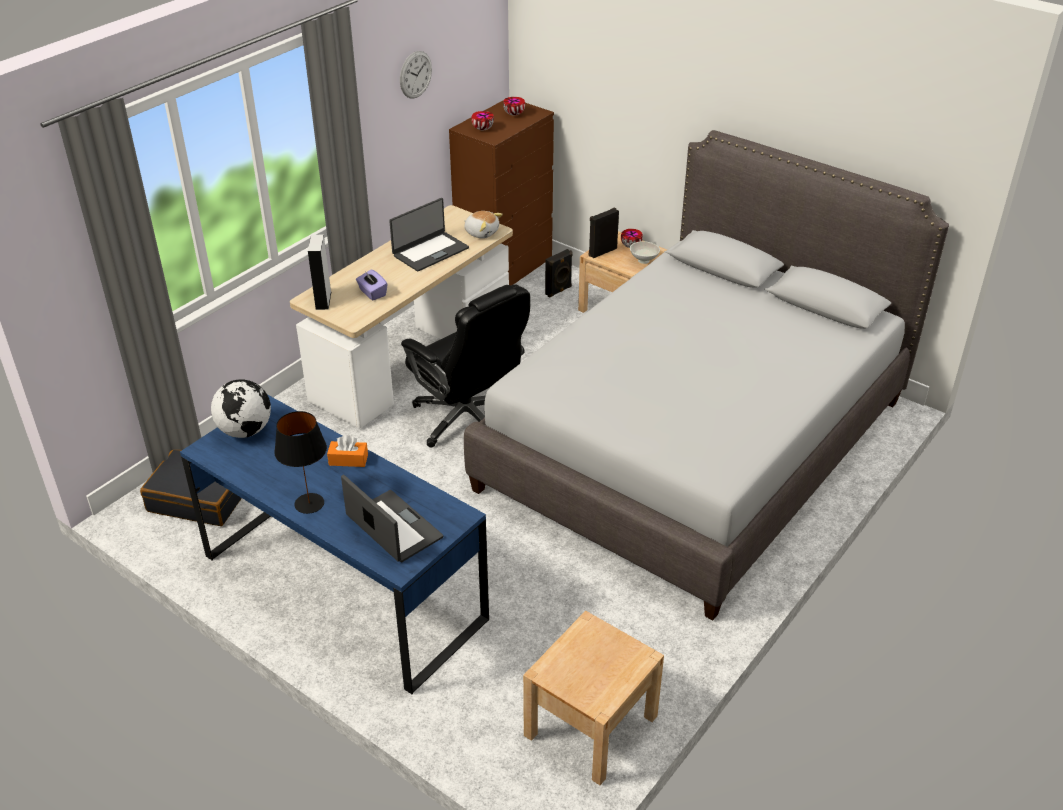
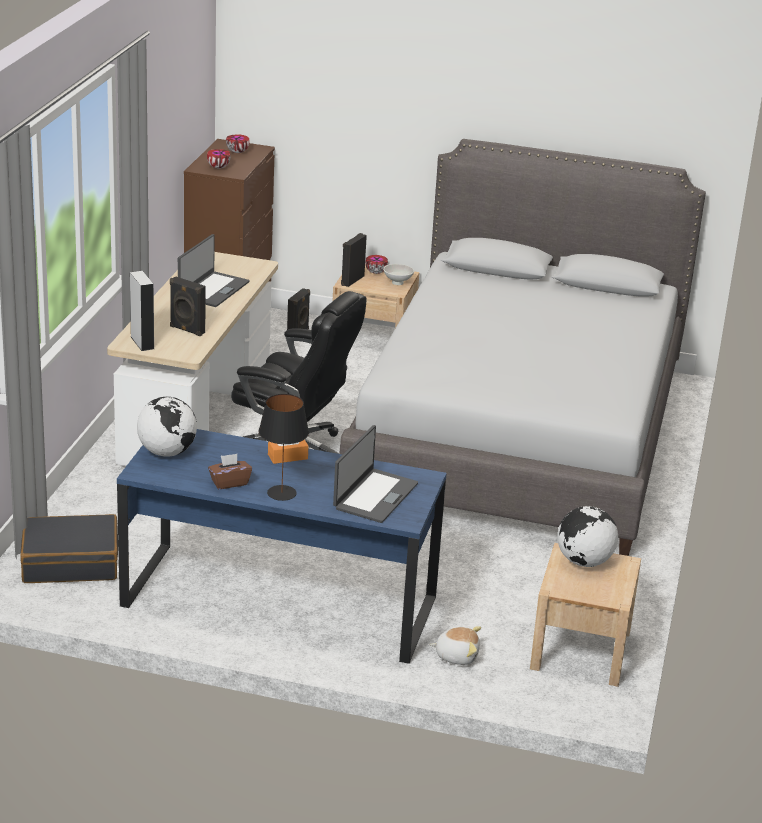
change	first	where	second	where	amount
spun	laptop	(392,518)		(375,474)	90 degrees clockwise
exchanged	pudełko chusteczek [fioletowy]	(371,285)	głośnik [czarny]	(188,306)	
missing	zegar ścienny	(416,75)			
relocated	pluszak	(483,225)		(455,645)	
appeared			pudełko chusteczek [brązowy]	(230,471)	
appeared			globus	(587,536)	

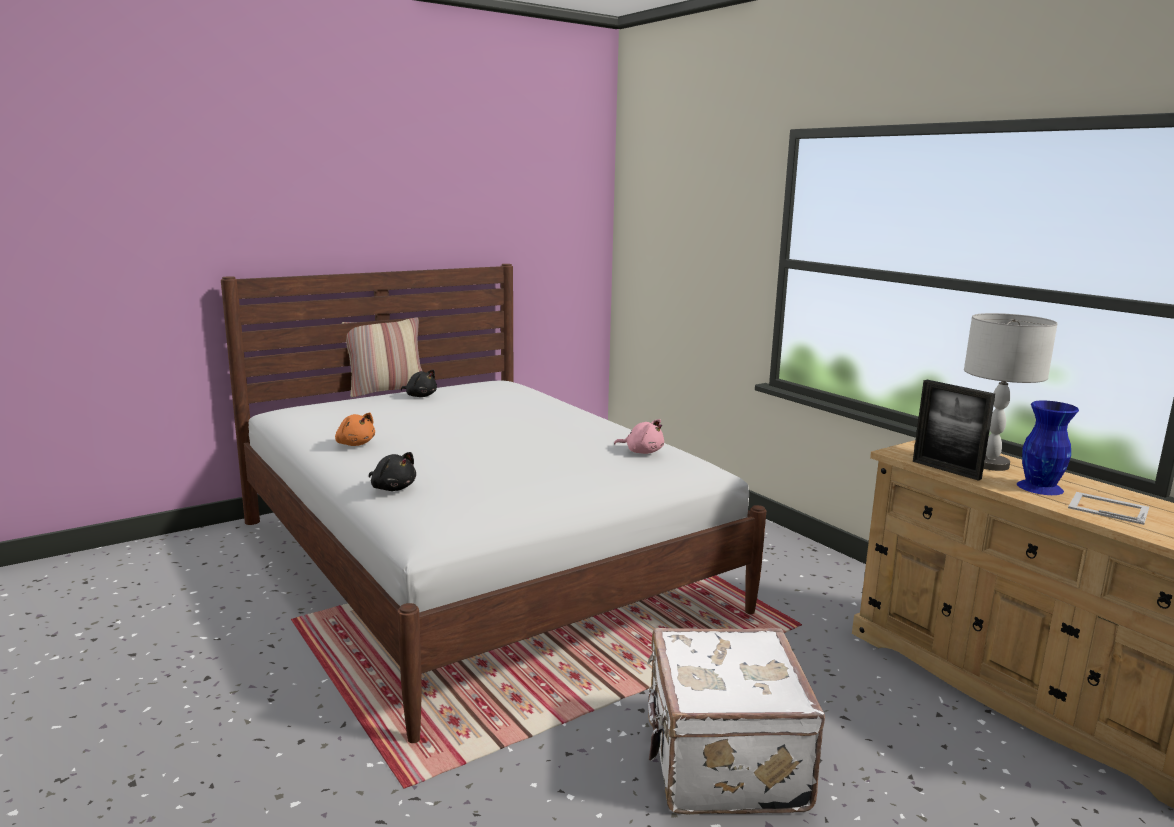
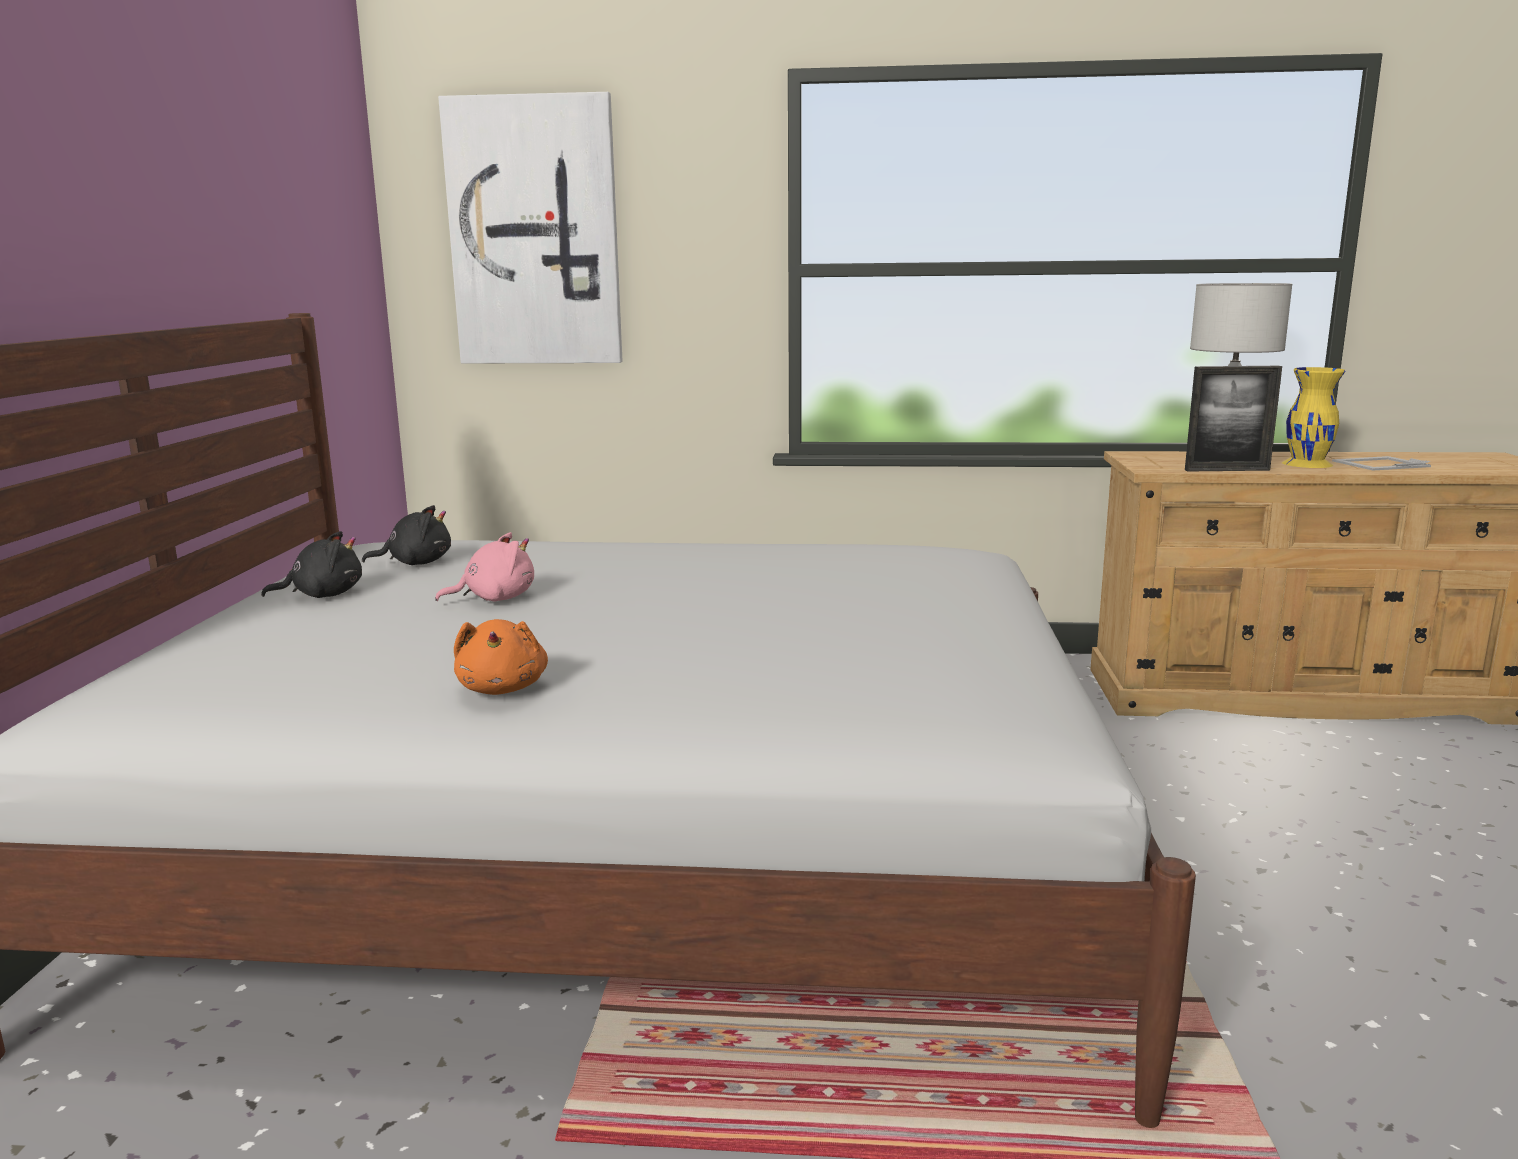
change	first	where	second	where	amount
spun	pluszak [pomarańczowy]	(355,429)		(501,657)	90 degrees clockwise
missing	poduszka	(381,357)			
relocated	pluszak [czarny]	(392,471)		(406,535)	
relocated	pluszak [różowy]	(639,436)		(484,567)	
missing	walizka [biały]	(736,721)			
colour	wazon [niebieski]	(1048,448)	wazon [żółty]	(1314,417)	
appeared			obraz	(530,228)	

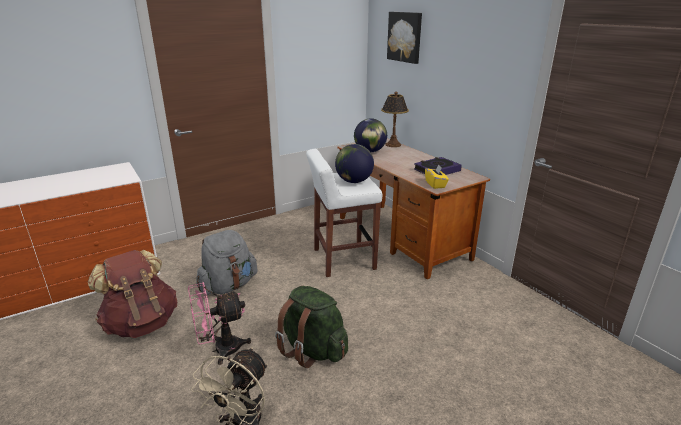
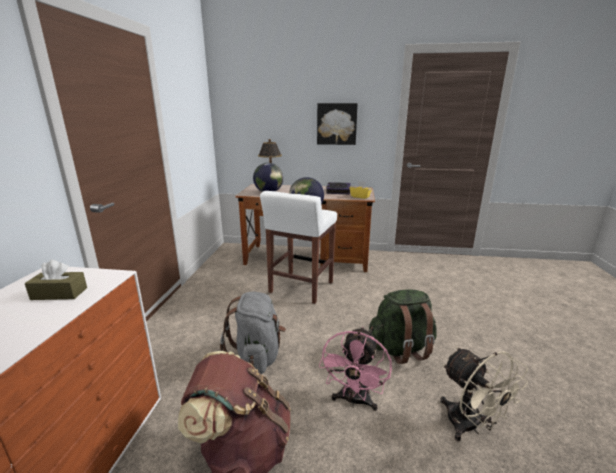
change	first	where	second	where	amount
relocated	obraz	(404,38)		(337,124)	
appeared			pudełko chusteczek [brązowy]	(56,280)	

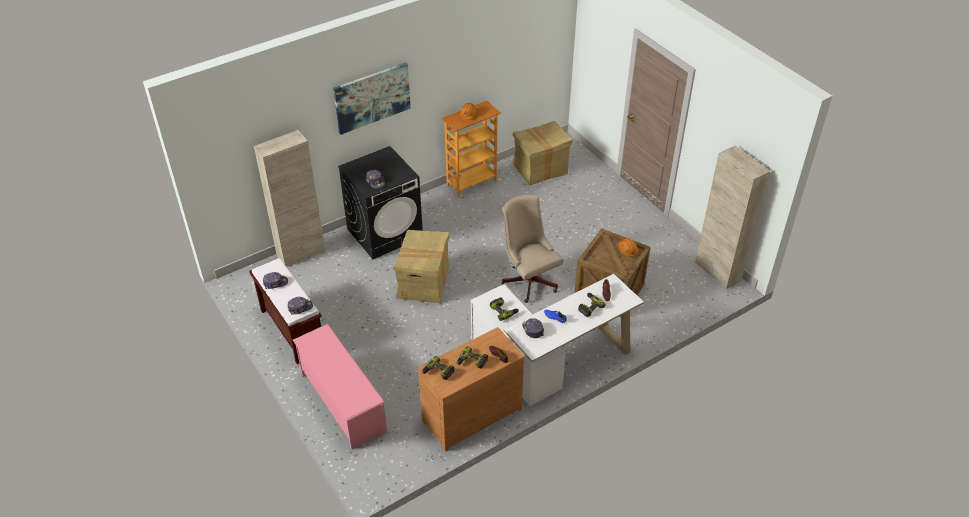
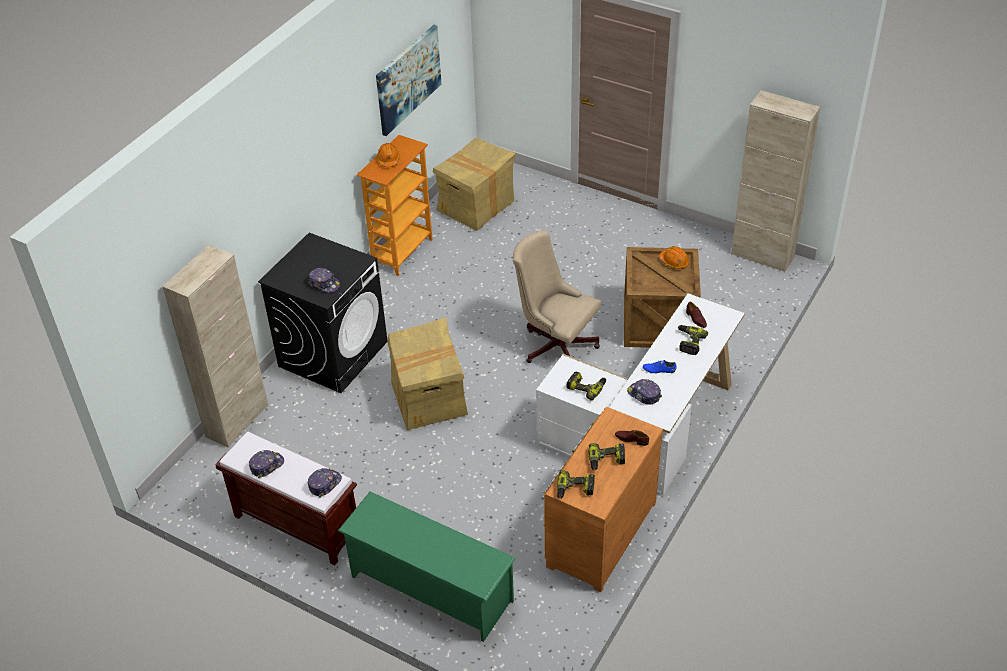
change	first	where	second	where	amount
colour	regał na buty [różowy]	(340,387)	regał na buty [zielony]	(427,567)	
relocated	obraz	(372,98)		(408,80)	

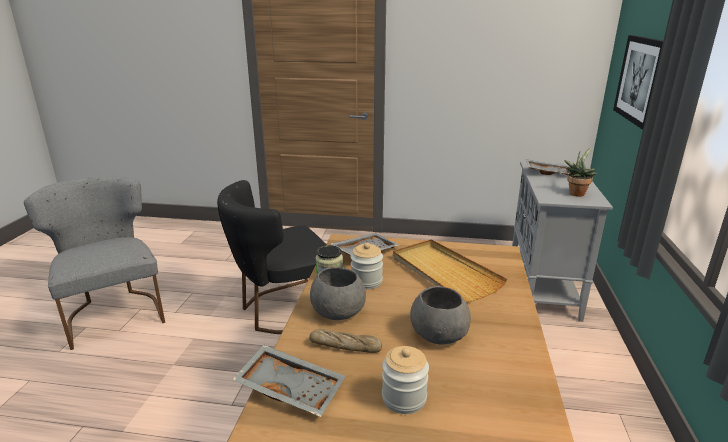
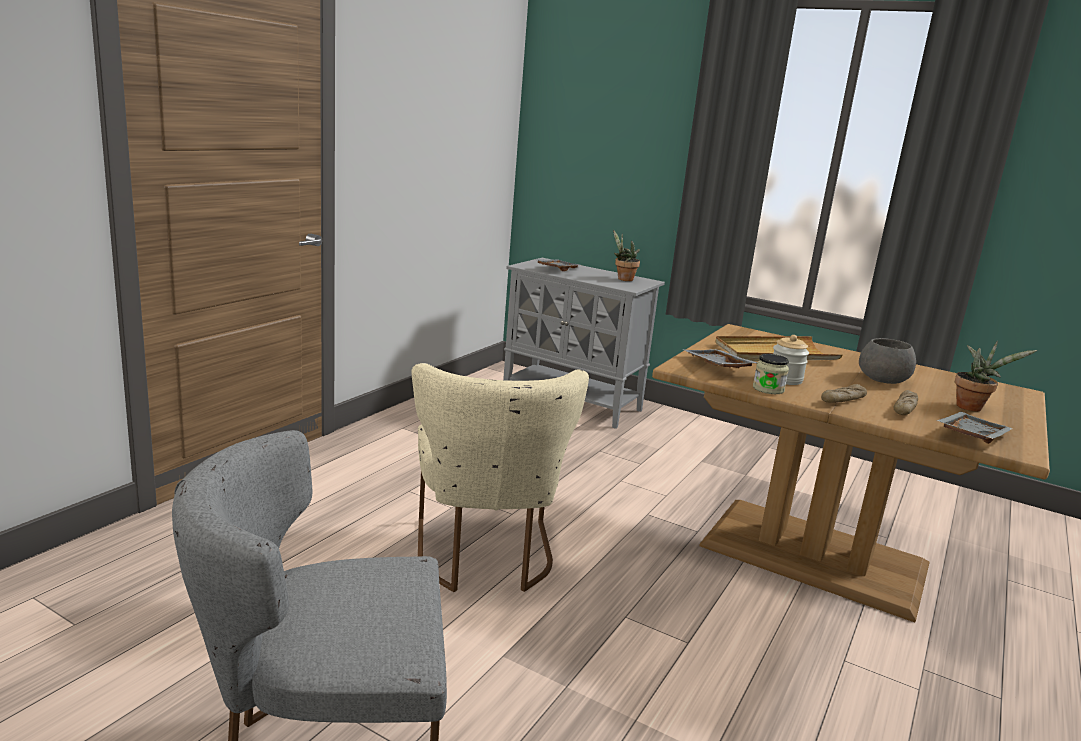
change	first	where	second	where	amount
colour	krzesło [czarny]	(271,257)	krzesło [beżowy]	(500,477)	
exchanged	miska [szary]	(338,293)	chleb	(844,393)	
exchanged	słoik	(405,380)	roślina doniczkowa	(996,376)	
missing	obraz	(638,82)			

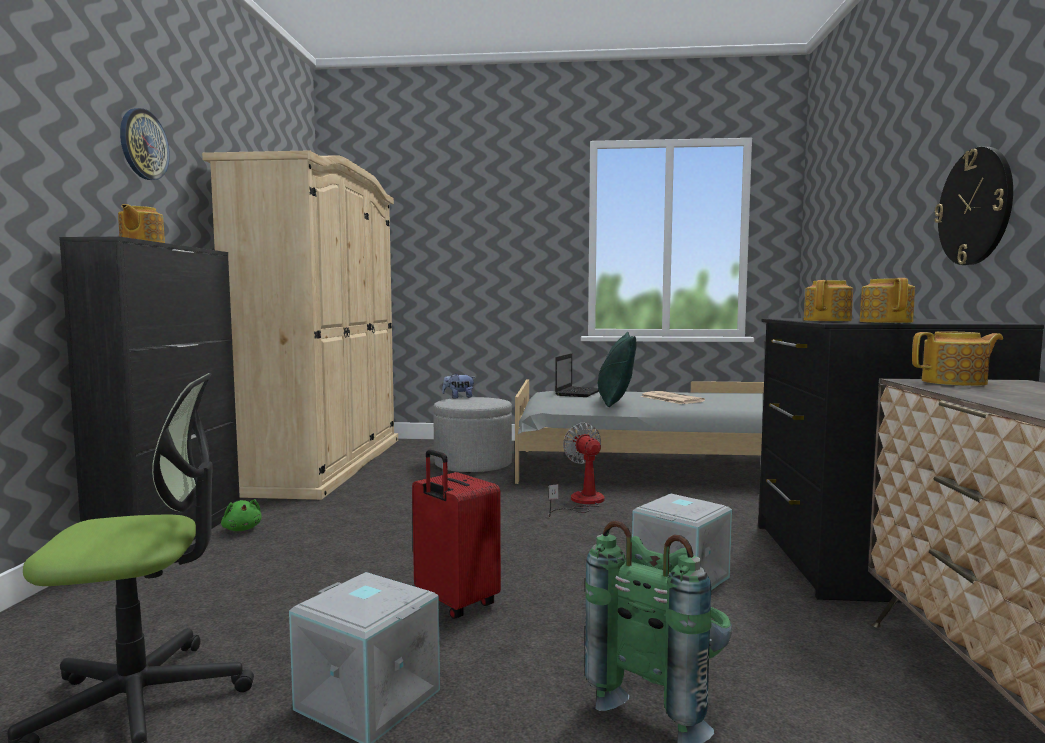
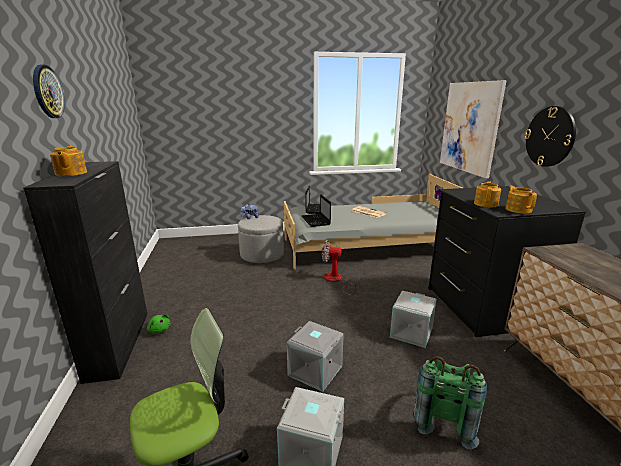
change	first	where	second	where	amount
missing	szafa [beżowy]	(300,325)			
exchanged	walizka [czerwony]	(456,534)	pojemnik do przechowywania [szary]	(315,356)	
spun	wentylator	(576,470)		(341,267)	45 degrees counterclockwise
missing	poduszka [zielony]	(617,369)			
missing	imbryk	(957,358)			
appeared			laptop	(316,210)	
appeared			obraz	(473,129)	

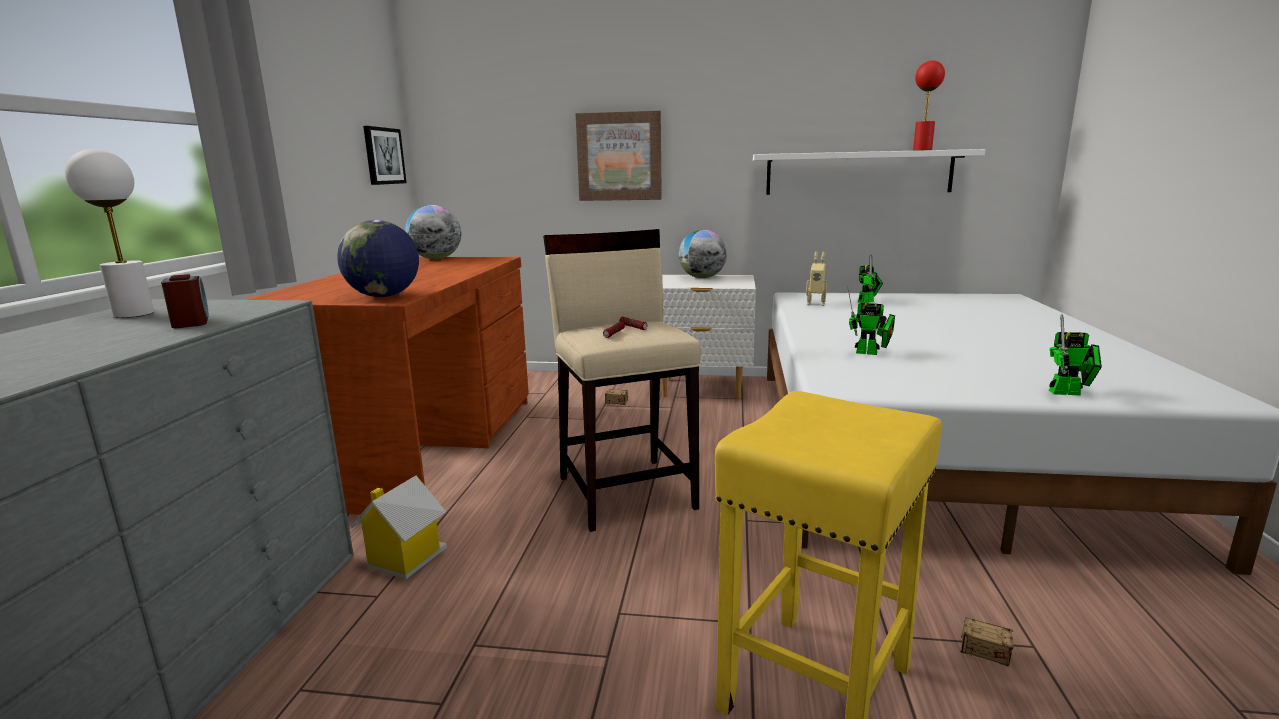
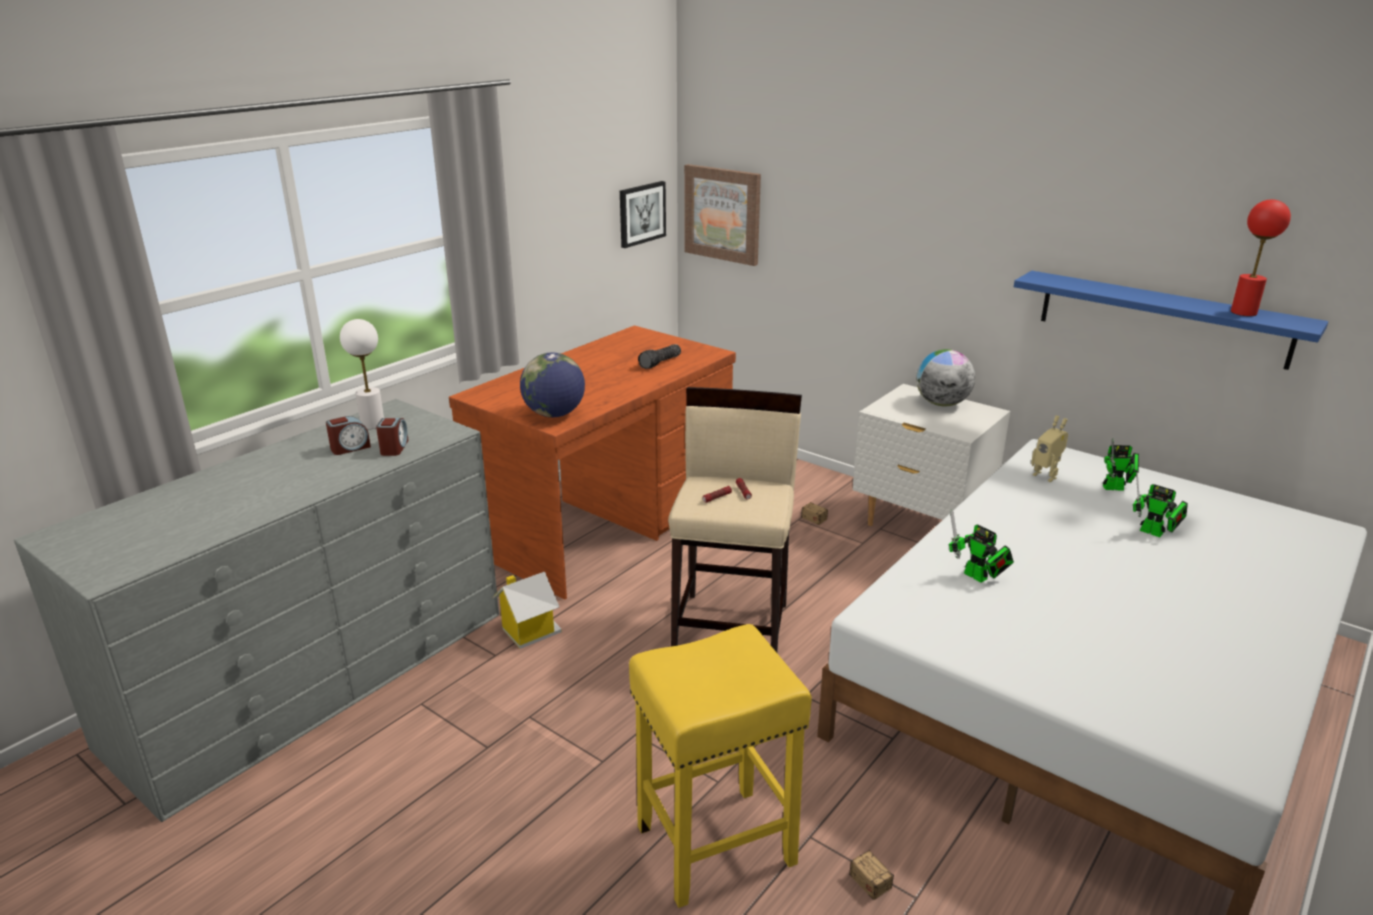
change	first	where	second	where	amount
missing	globus	(433,232)			
relocated	obraz	(618,156)		(722,215)	
colour	półka [biały]	(869,172)	półka [niebieski]	(1171,320)	
relocated	robot zabawkowy	(1075,355)		(1160,504)	
appeared			budzik	(348,435)	
appeared			latarka	(659,356)	

